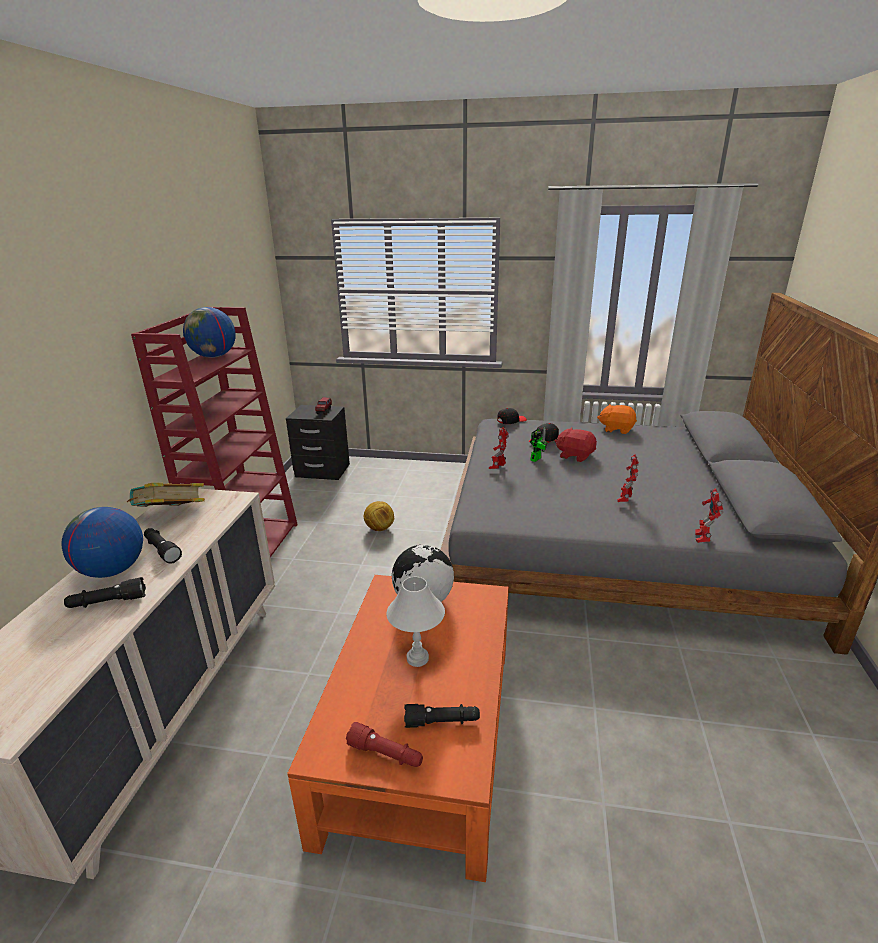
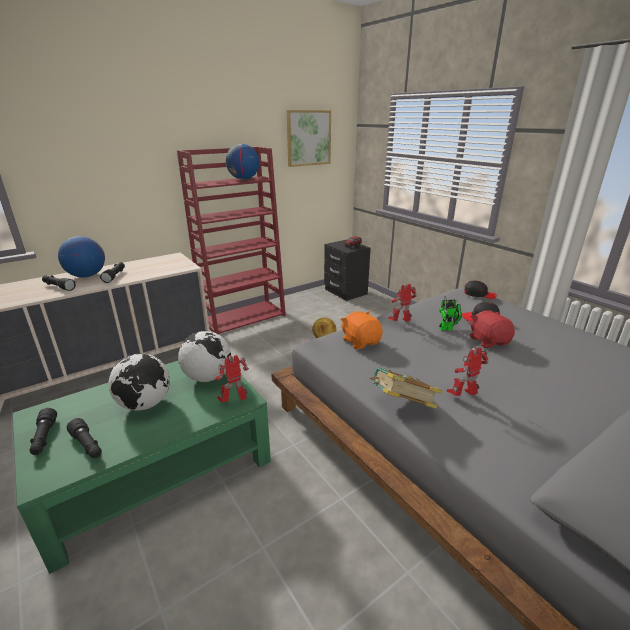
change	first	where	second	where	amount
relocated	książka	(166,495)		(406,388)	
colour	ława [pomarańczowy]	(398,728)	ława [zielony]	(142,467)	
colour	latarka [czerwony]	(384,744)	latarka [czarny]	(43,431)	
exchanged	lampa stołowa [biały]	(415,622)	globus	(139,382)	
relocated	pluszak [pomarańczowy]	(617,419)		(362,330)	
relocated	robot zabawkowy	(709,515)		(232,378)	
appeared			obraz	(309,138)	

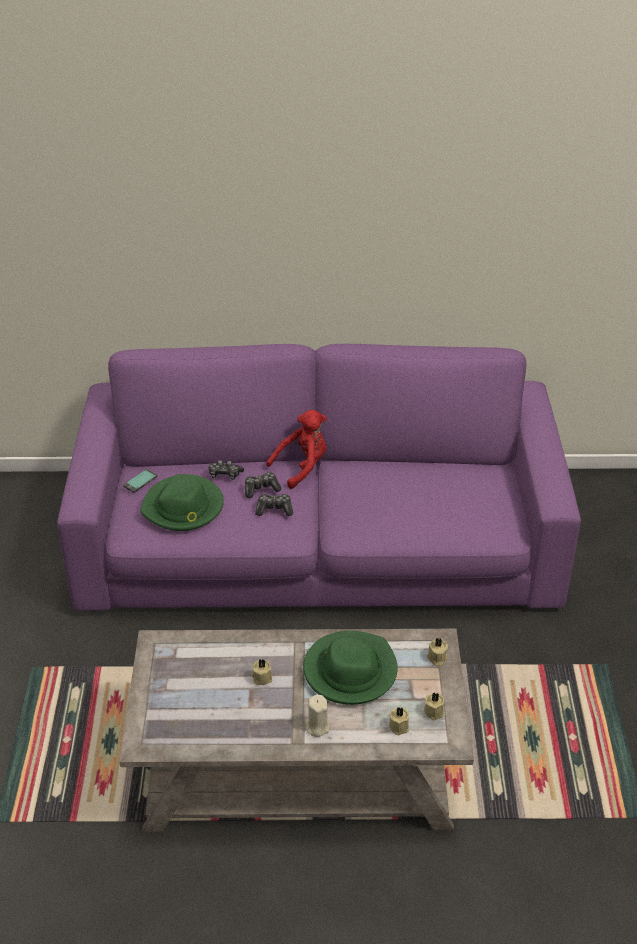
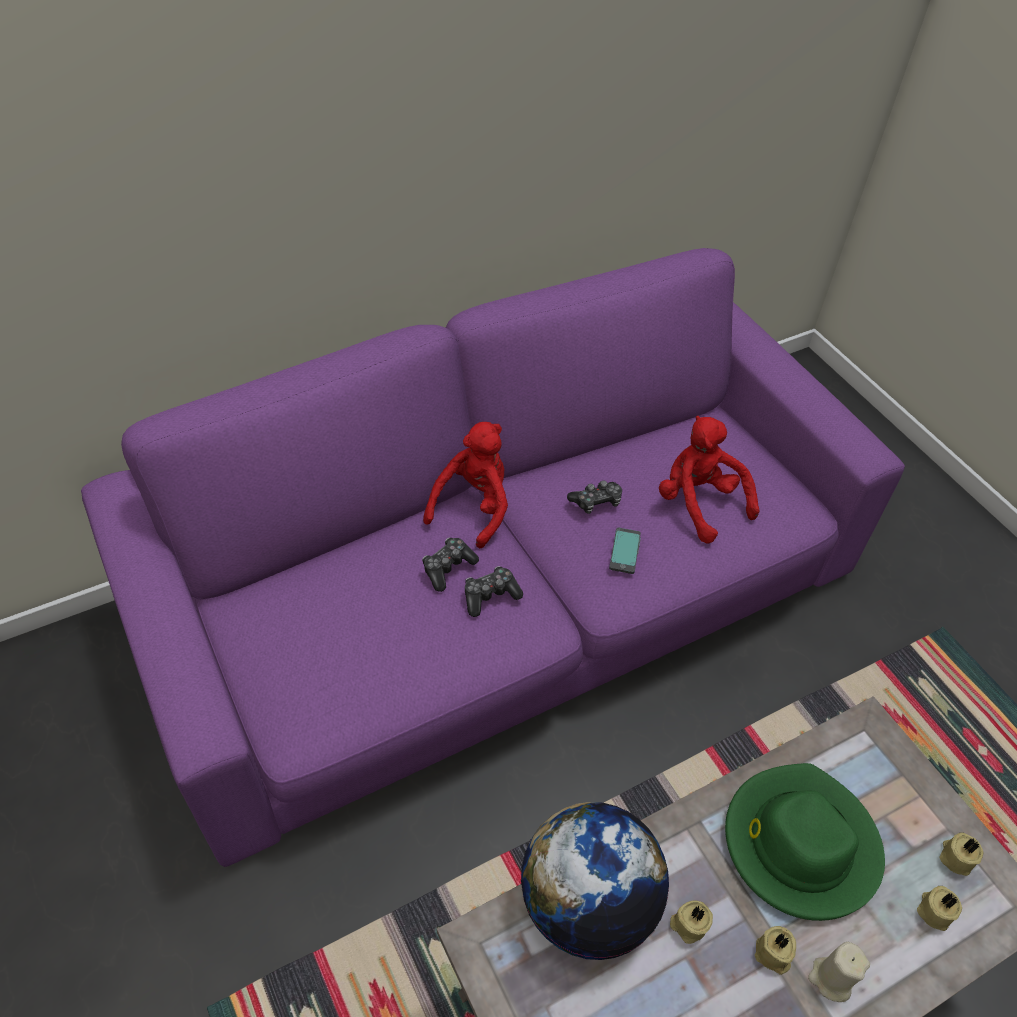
change	first	where	second	where	amount
relocated	telefon	(140,481)		(625,550)	
missing	kapelusz [zielony]	(182,502)			
relocated	pad do gier	(226,470)		(594,497)	
relocated	świeca [beżowy]	(437,652)		(775,950)	
appeared			globus	(595,881)	
appeared			pluszak [czerwony]	(709,480)	

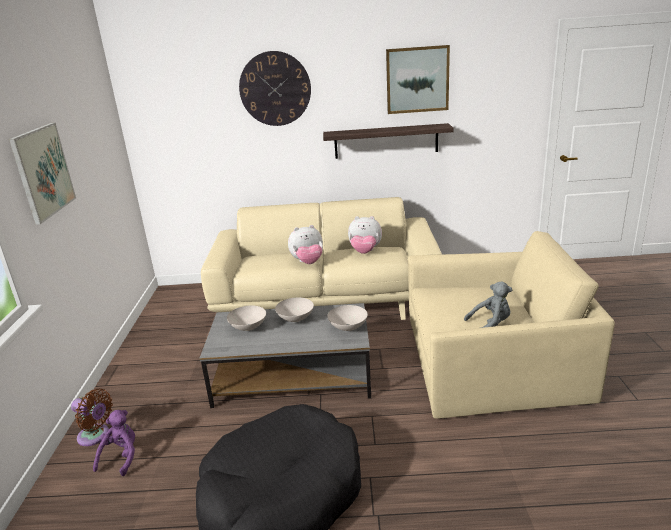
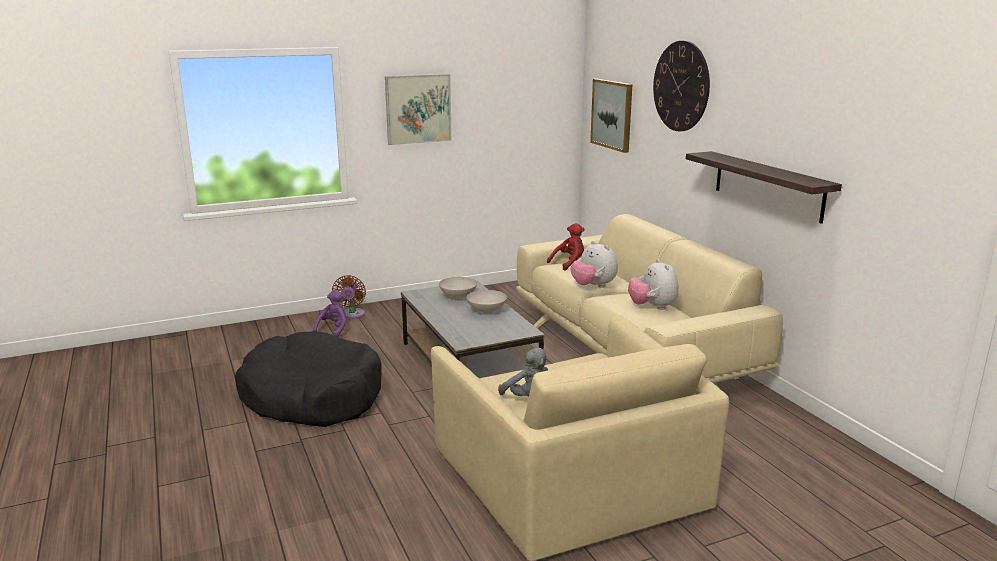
change	first	where	second	where	amount
spun	pluszak [fioletowy]	(114,443)		(329,313)	60 degrees counterclockwise
missing	miska [biały]	(347,318)			
relocated	obraz	(418,79)		(611,116)	
appeared			pluszak [czerwony]	(566,247)	

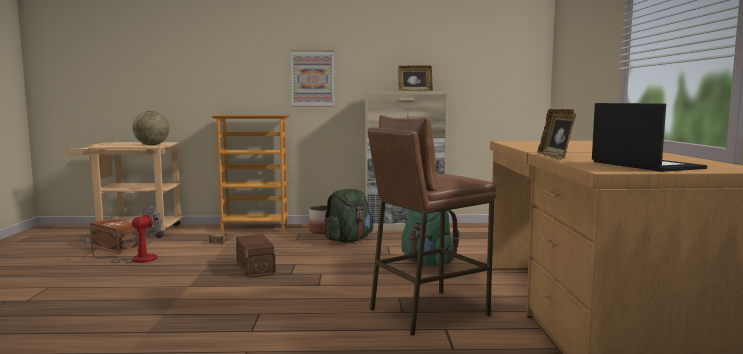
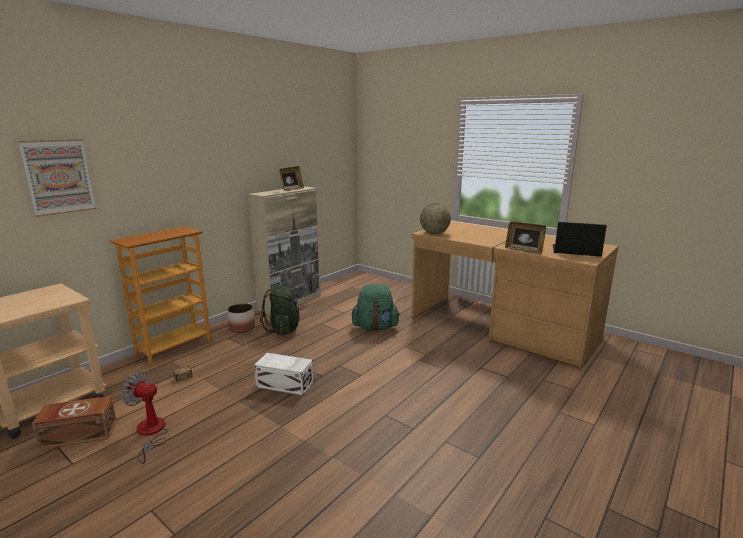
change	first	where	second	where	amount
spun	wentylator	(123,234)		(144,418)	60 degrees counterclockwise
relocated	globus	(150,128)		(435,218)	
colour	pojemnik do przechowywania [brązowy]	(256,256)	pojemnik do przechowywania [biały]	(284,374)	
relocated	obraz	(312,78)		(57,178)	
missing	stołek [brązowy]	(432,225)			

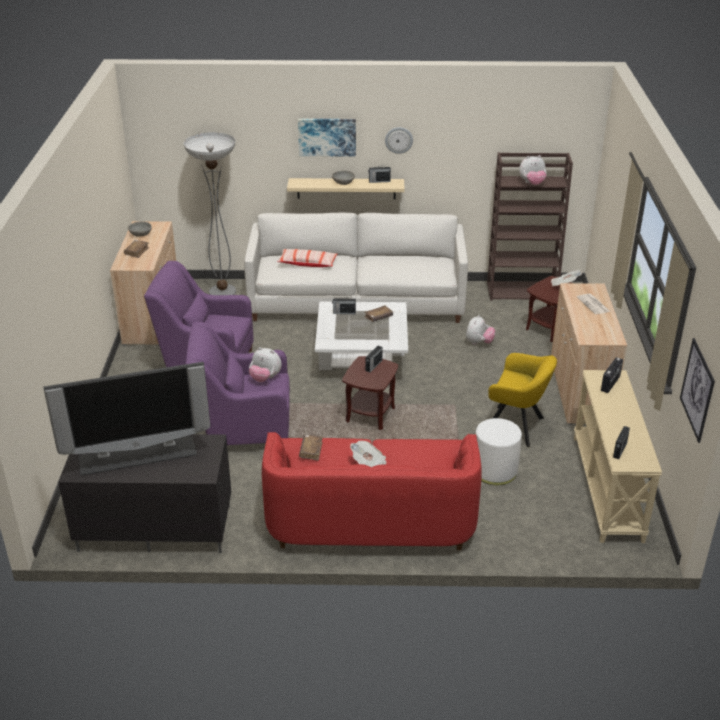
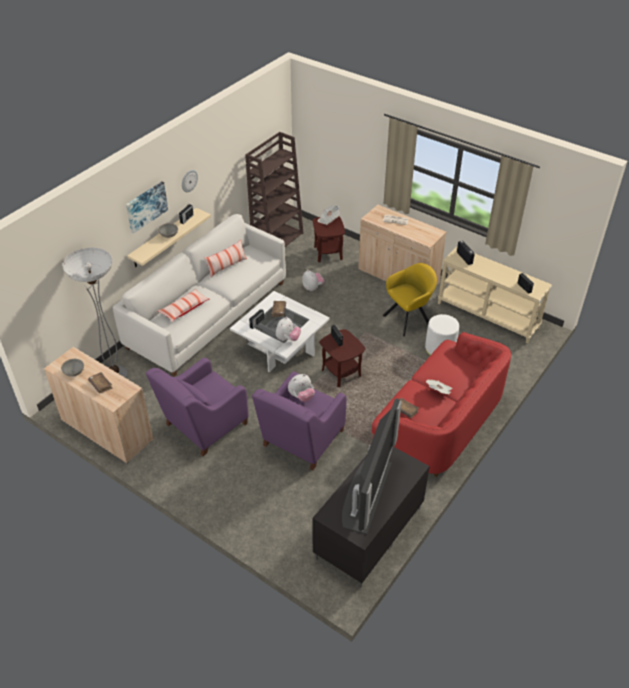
change	first	where	second	where	amount
relocated	pluszak	(533,170)		(288,329)	
missing	obraz	(697,390)			
appeared			poduszka	(225,258)	

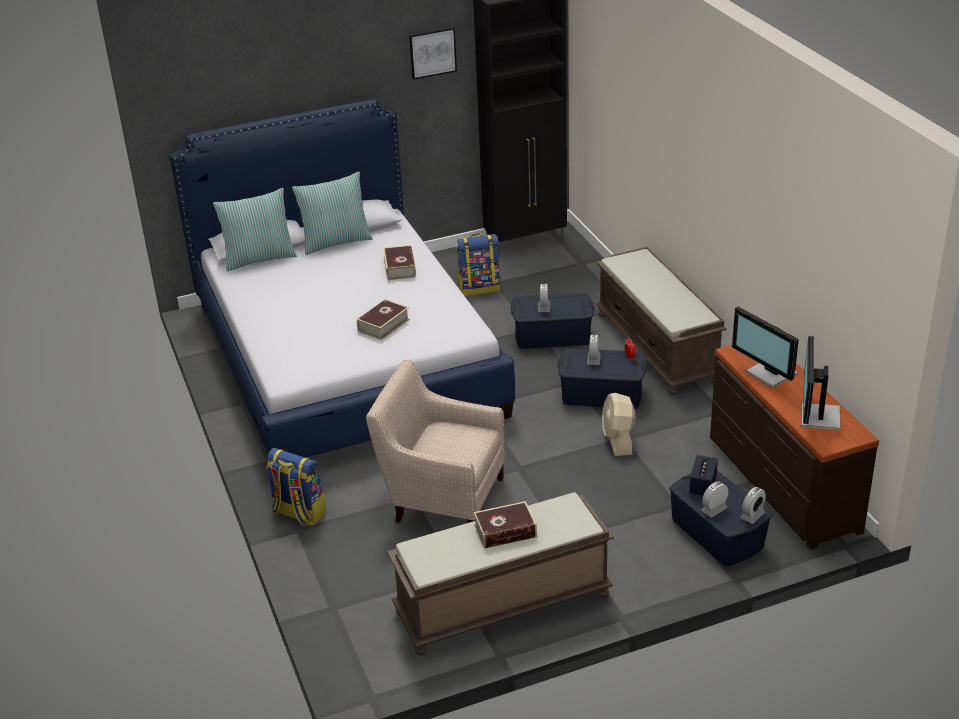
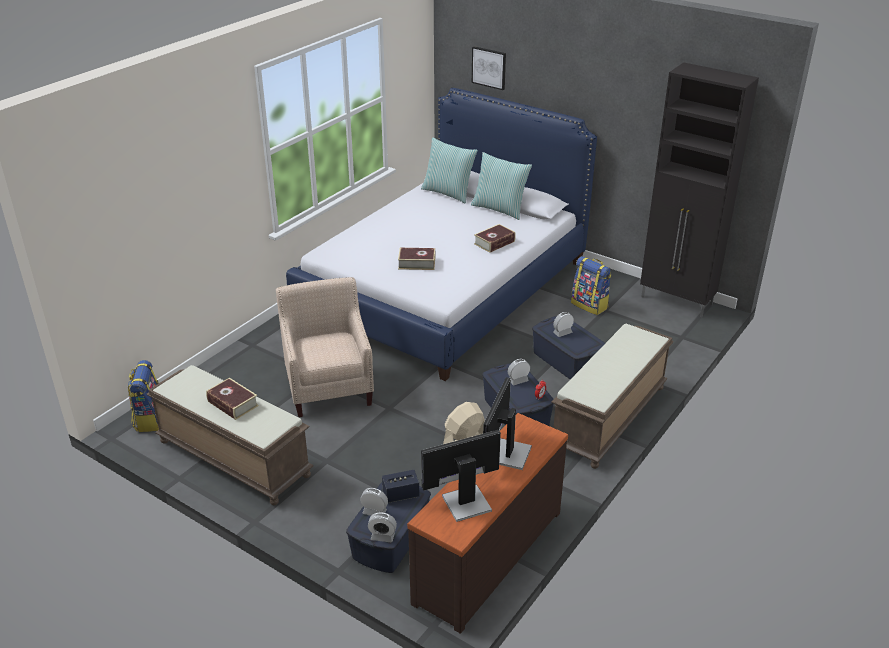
change	first	where	second	where	amount
relocated	plecak	(297,486)		(143,396)	
relocated	obraz	(433,53)		(489,68)	

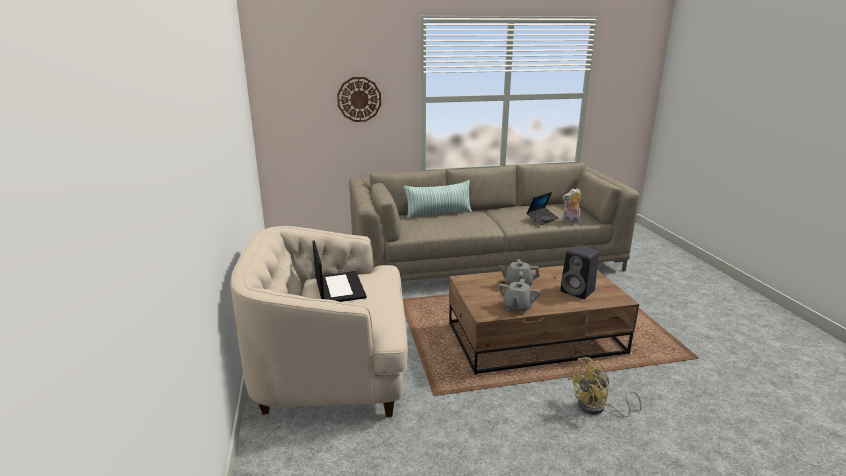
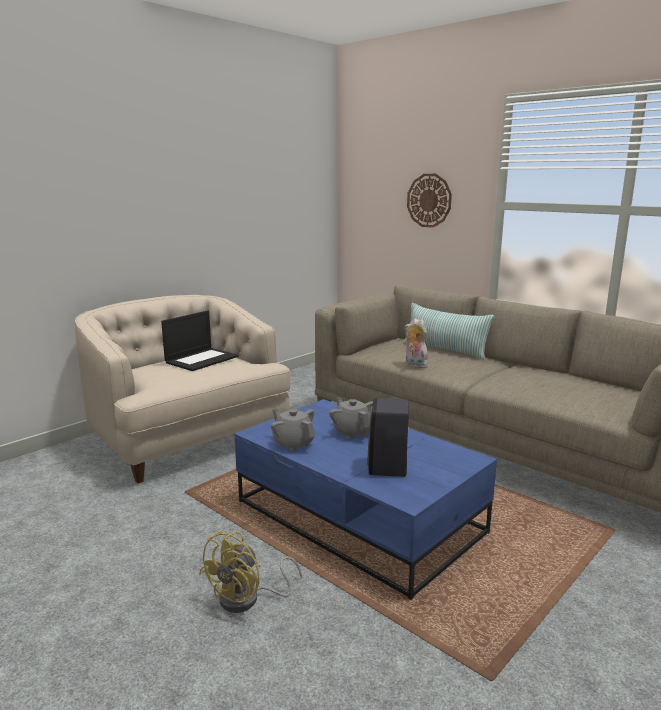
change	first	where	second	where	amount
colour	ława [brązowy]	(544,320)	ława [niebieski]	(366,499)	
spun	imbryk [szary]	(519,296)		(293,430)	60 degrees clockwise
missing	laptop	(543,208)			
relocated	pluszak	(571,205)		(416,343)	
spun	wentylator [żółty]	(605,387)		(250,572)	90 degrees counterclockwise

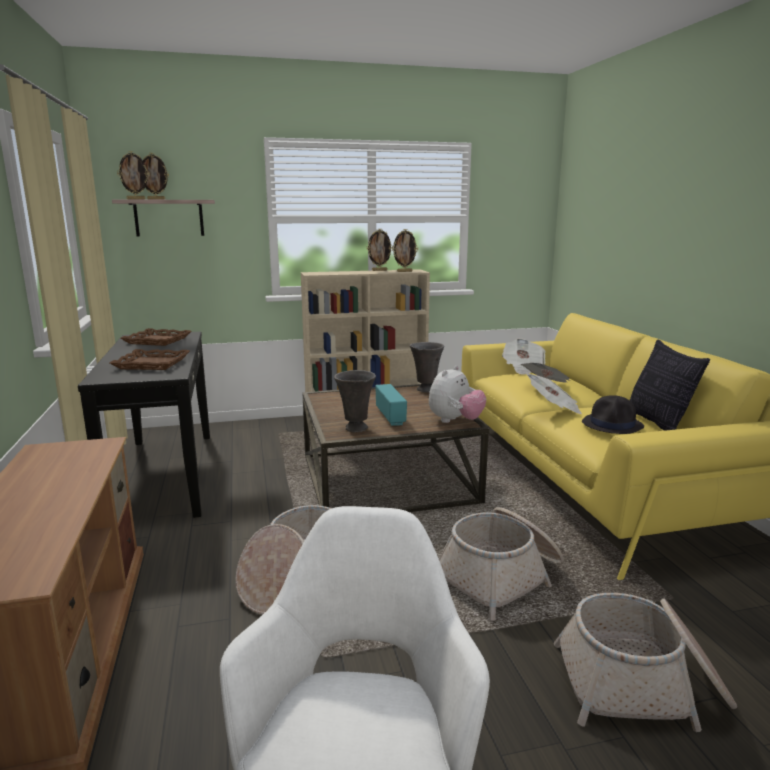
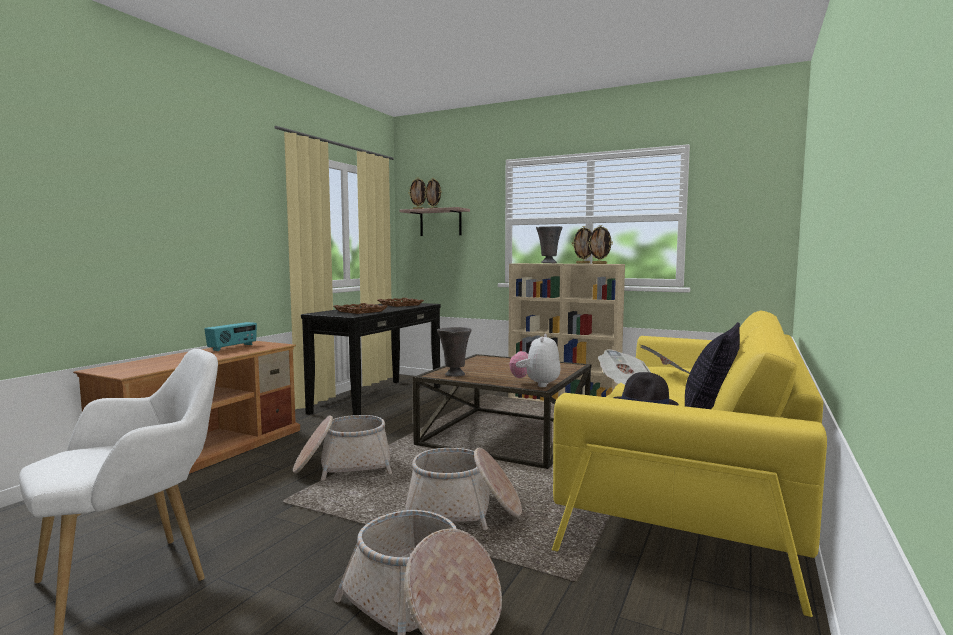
change	first	where	second	where	amount
relocated	radio	(391,405)		(230,336)	
relocated	wazon [szary]	(427,367)		(549,244)	
spun	pluszak	(457,394)		(535,360)	120 degrees clockwise
missing	gazeta	(523,356)			

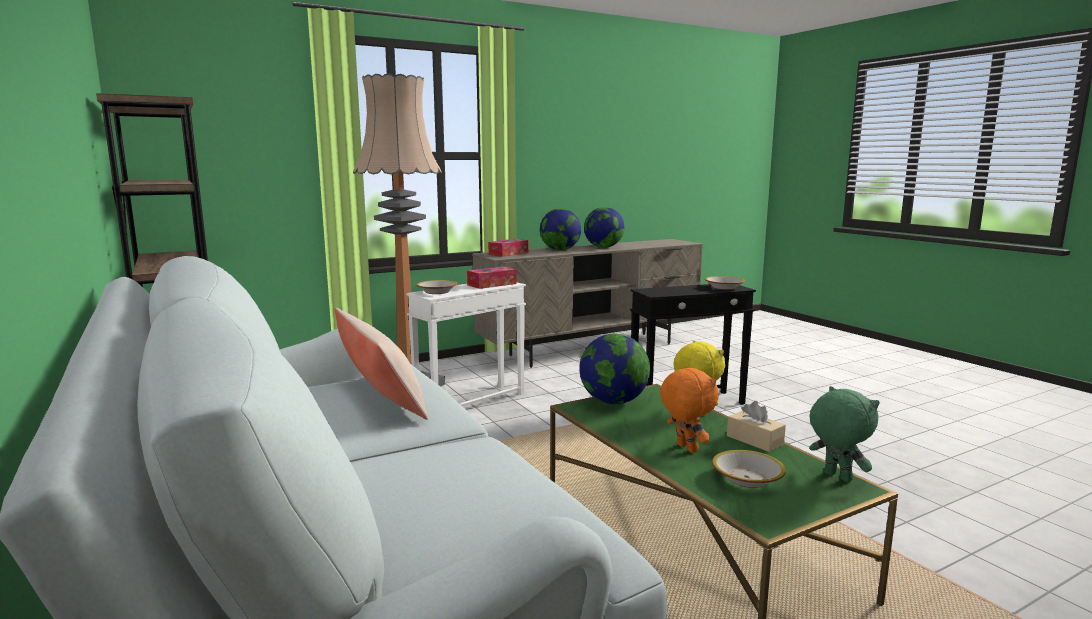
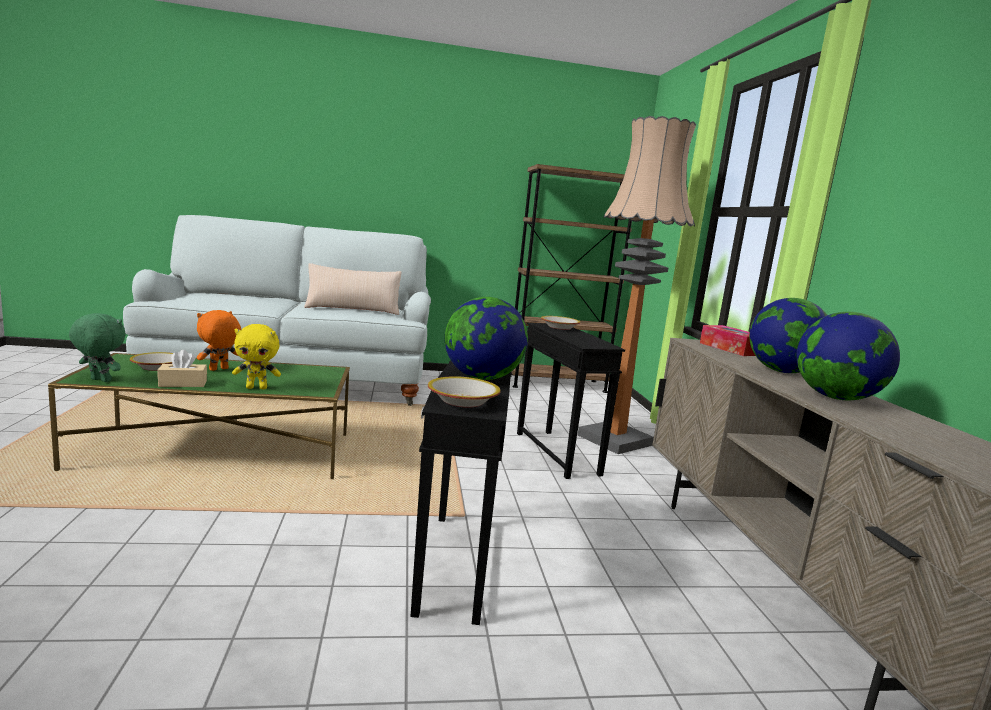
change	first	where	second	where	amount
colour	stolik [biały]	(466,344)	stolik [czarny]	(571,401)	
missing	pudełko chusteczek	(492,277)			
relocated	globus	(614,369)		(486,338)	
spun	pluszak [pomarańczowy]	(689,409)		(219,340)	135 degrees clockwise
spun	pluszak [zielony]	(844,434)		(97,347)	150 degrees counterclockwise

